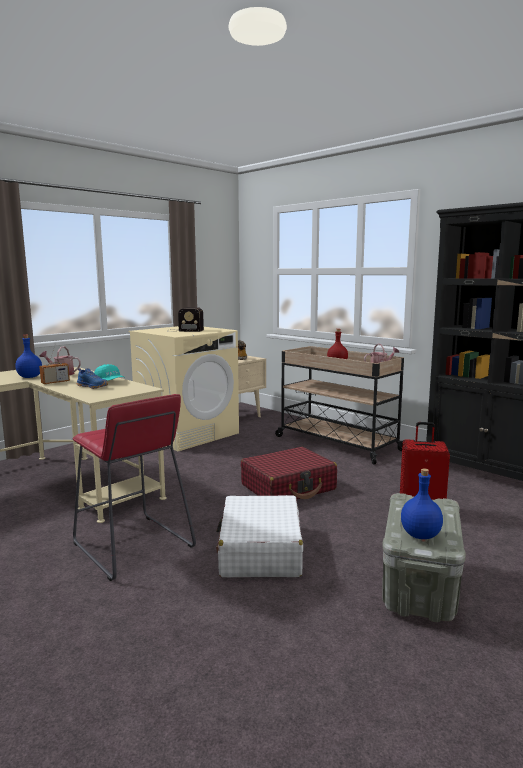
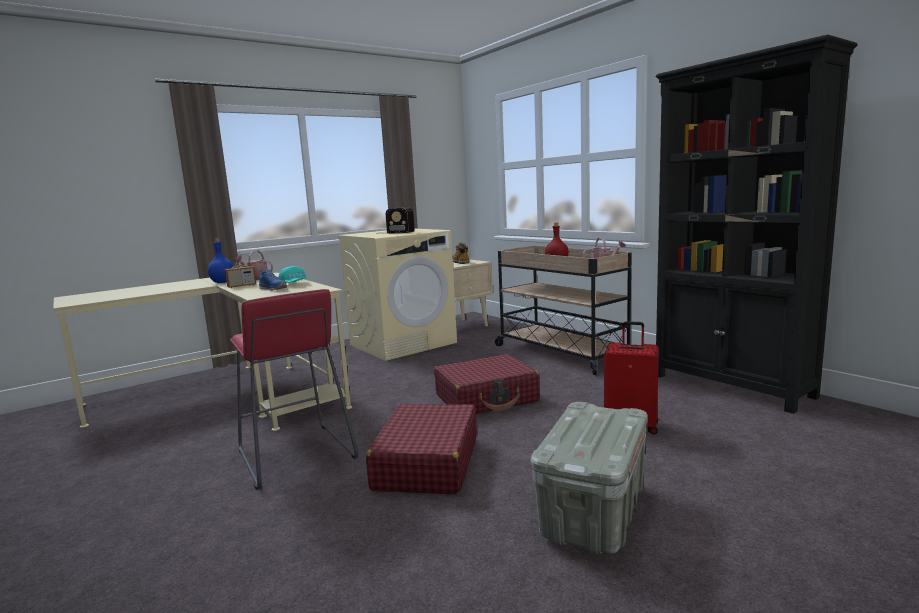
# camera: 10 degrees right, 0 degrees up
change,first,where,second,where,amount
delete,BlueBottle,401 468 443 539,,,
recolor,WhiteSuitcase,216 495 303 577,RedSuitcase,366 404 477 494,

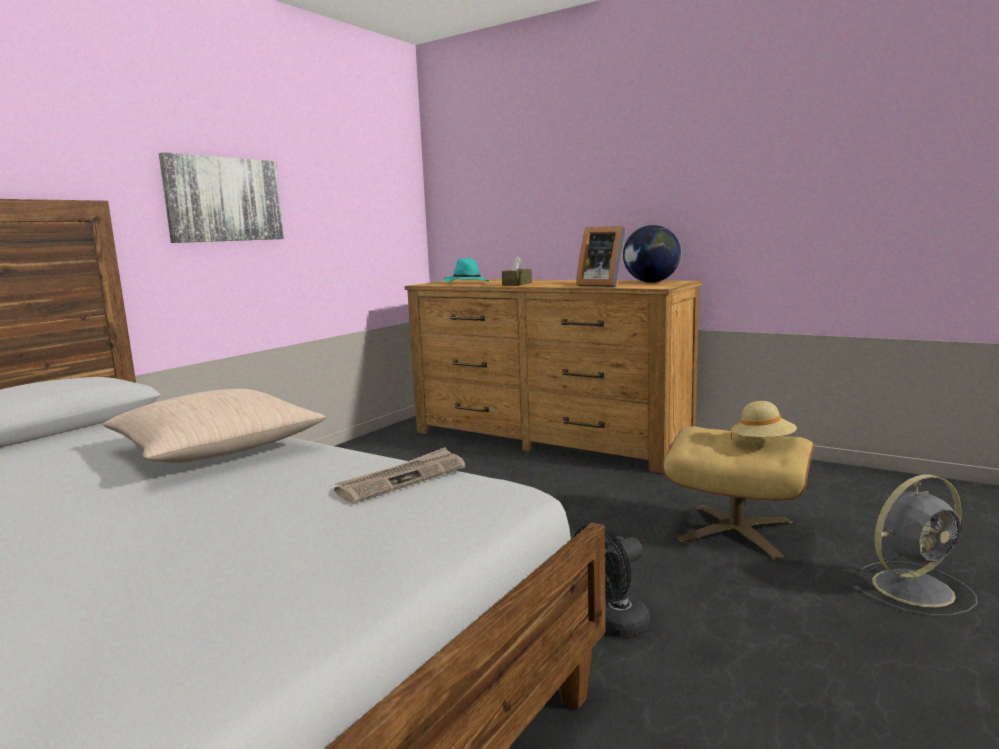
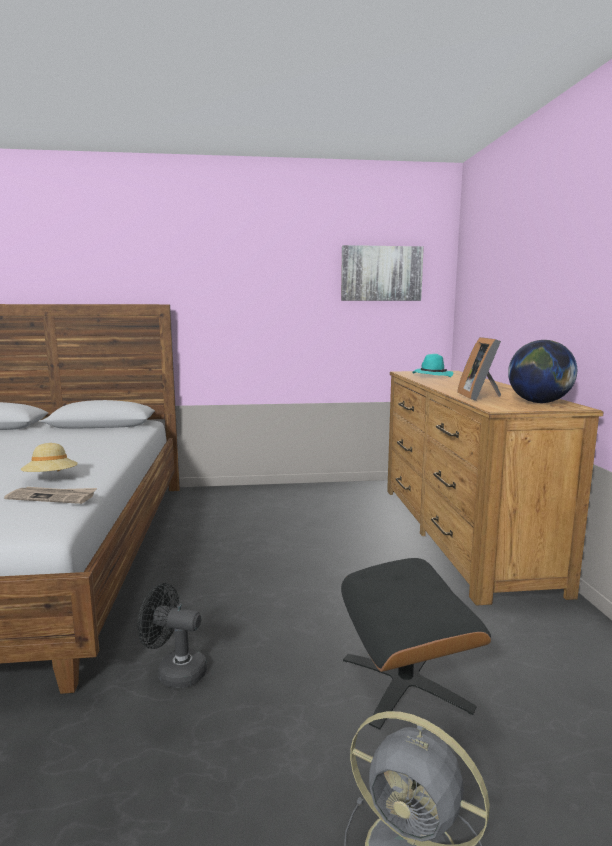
# camera: 50 degrees right, 0 degrees up
change,first,where,second,where,amount
delete,BeigePillow,103 389 326 463,,,
delete,BrownTissueBox,502 256 532 286,,,
move,Picture,159 152 284 243,,341 245 424 301,
move,BeigeHat,731 401 797 439,,21 443 78 472,
recolor,BeigeOttoman,662 426 814 560,BlackOttoman,341 558 491 730,

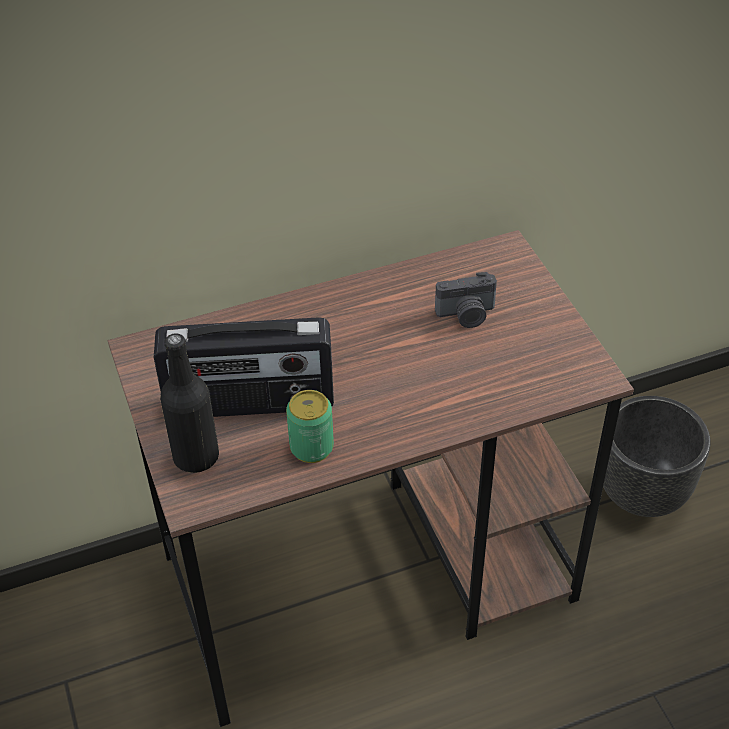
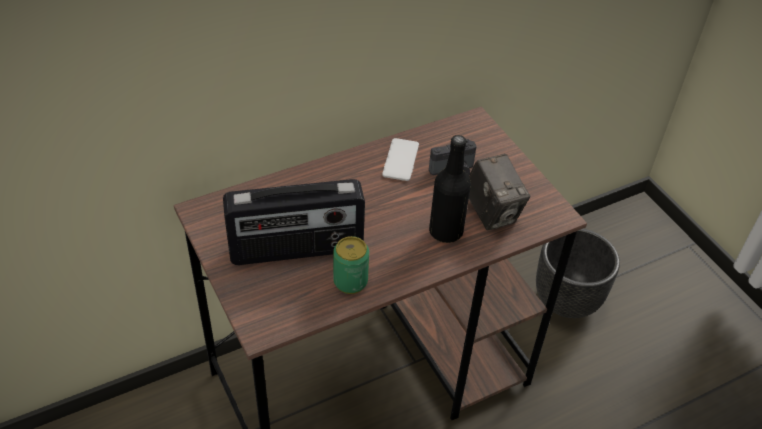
# camera: 10 degrees left, 0 degrees up
change,first,where,second,where,amount
insert,,,Phone,382 138 419 181,
insert,,,PhotoCamera,469 154 530 230,
move,BlackBottle,160 333 219 473,,429 135 471 243,

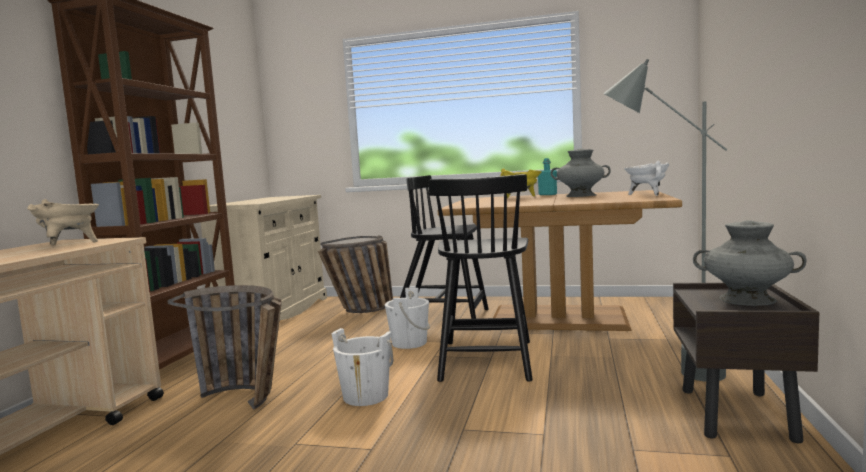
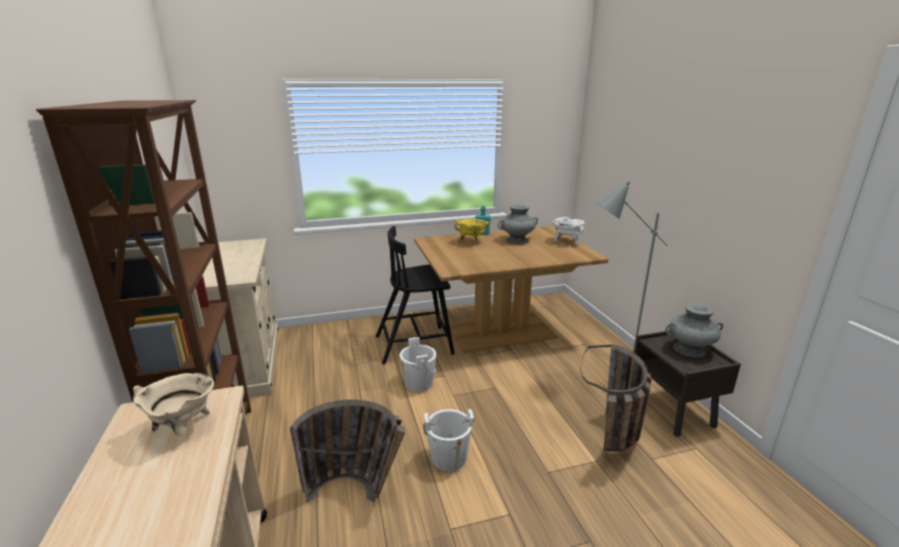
# camera: 30 degrees left, 15 degrees up
change,first,where,second,where,amount
delete,BlackChair,428 174 533 382,,,
move,Basket,318 235 393 313,,580 344 651 451,

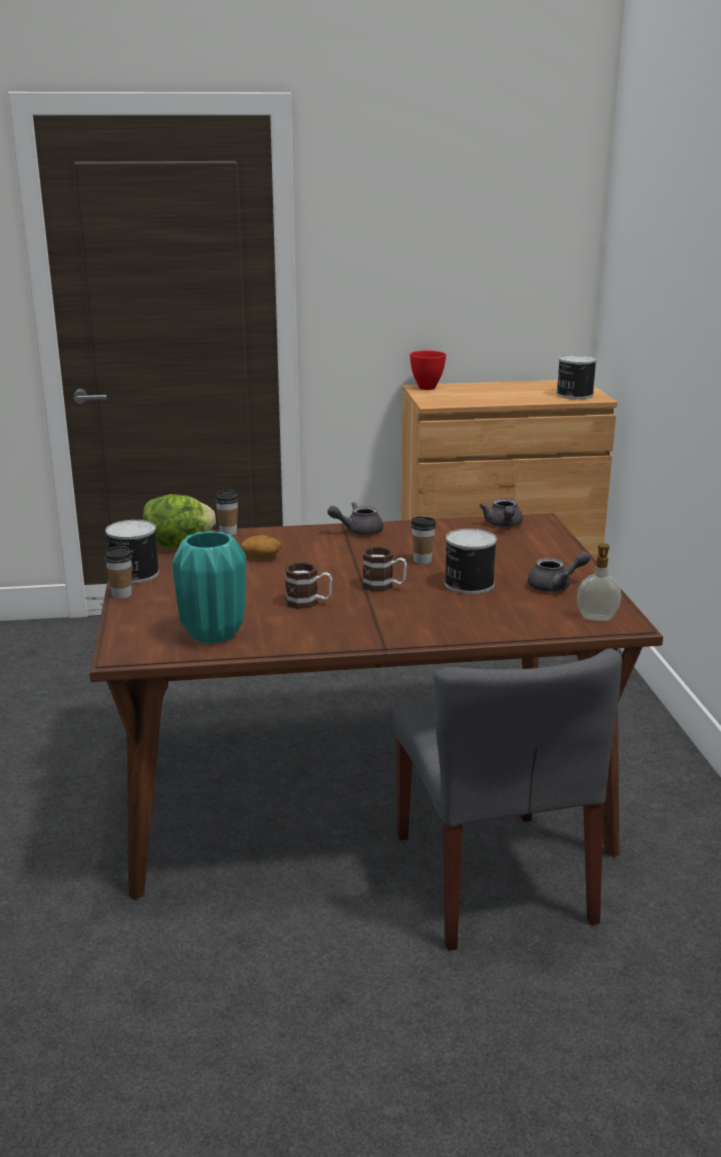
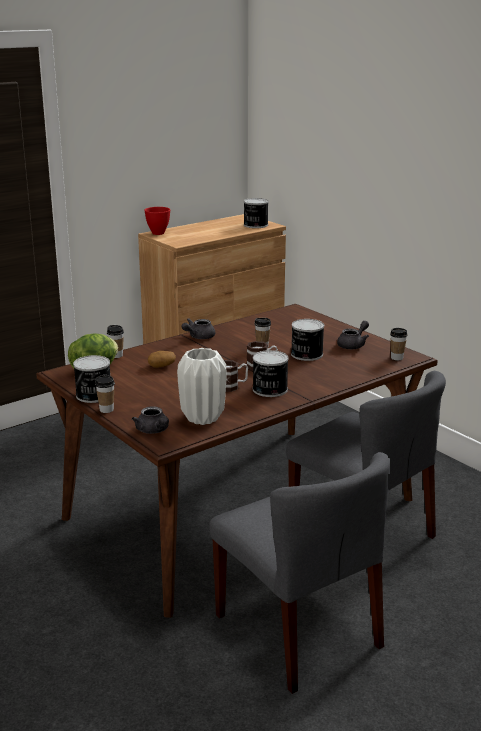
# camera: 30 degrees left, 0 degrees up
change,first,where,second,where,amount
insert,,,GreyChair,209 452 391 694,
insert,,,Can,253 350 289 397,
move,GreyTeapot,479 498 523 527,,132 407 169 434,
replace,SoapDispenser,577 543 621 621,Cup,390 328 408 360,
recolor,TurquoiseVase,172 531 246 644,WhiteVase,177 348 227 425,

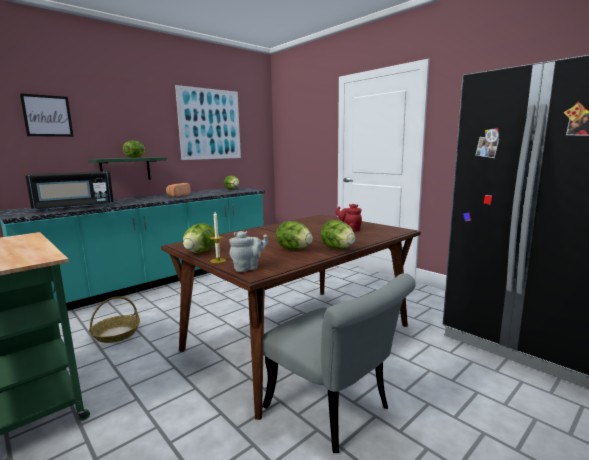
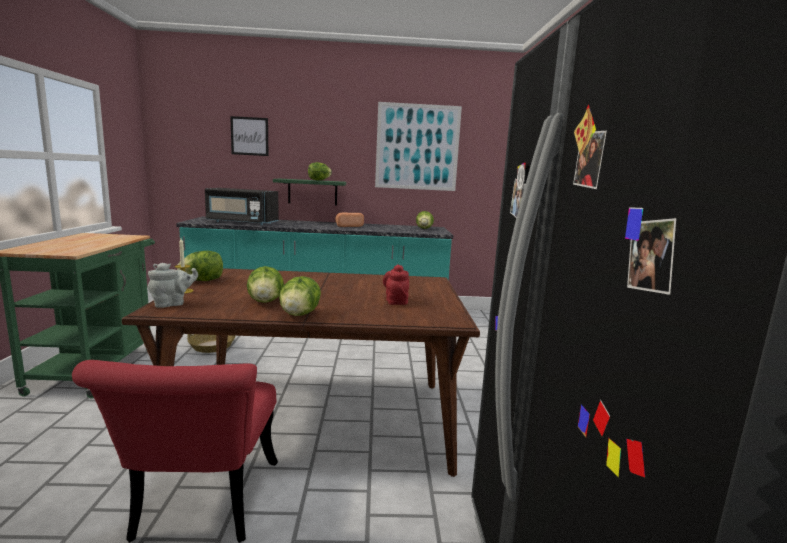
# camera: 40 degrees right, 0 degrees up
change,first,where,second,where,amount
recolor,GreyChair,262 273 416 453,RedChair,72 360 278 543,
rotate,GreyTeapot,229 231 268 272,,148 263 198 308,45 degrees counterclockwise

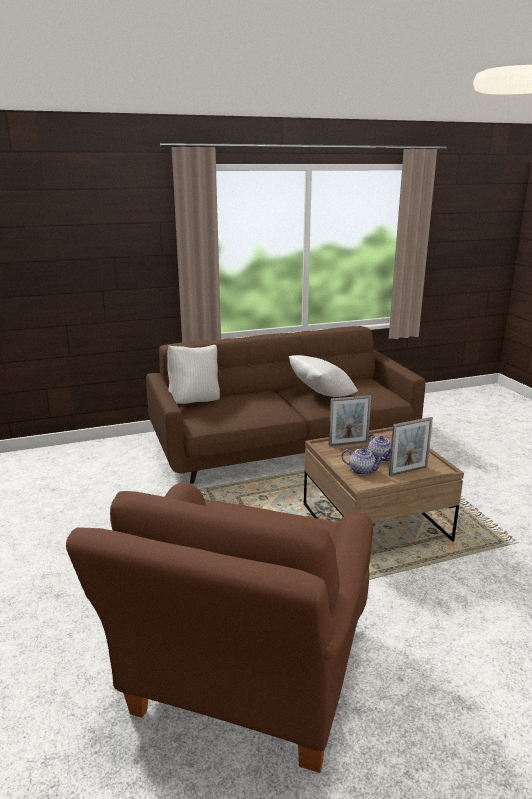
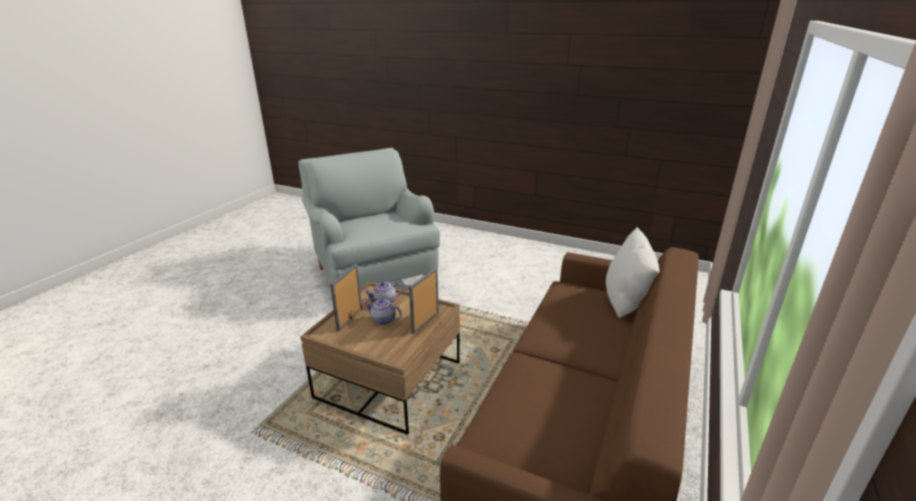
# camera: 135 degrees right, 5 degrees up
change,first,where,second,where,amount
delete,WhitePillow,289 355 358 397,,,
recolor,BrownArmchair,66 482 373 773,GreyArmchair,298 148 440 288,

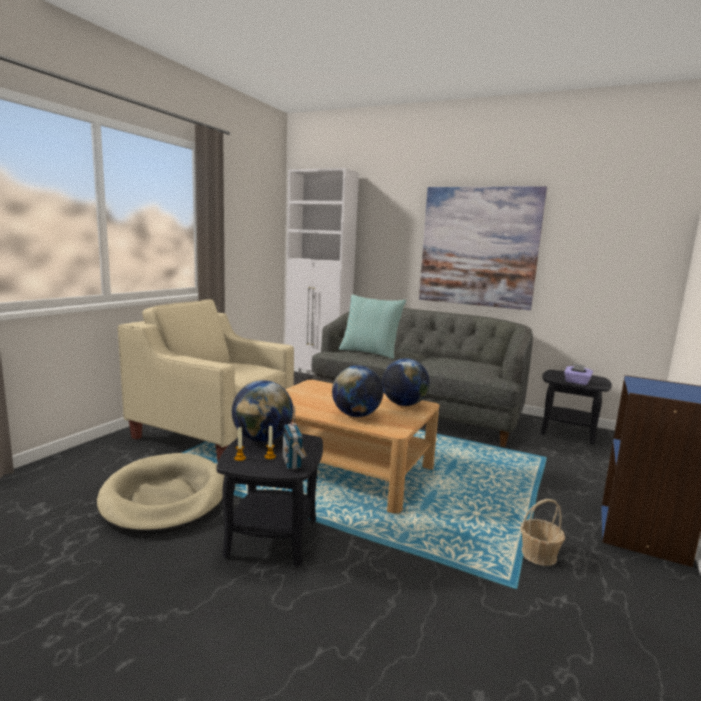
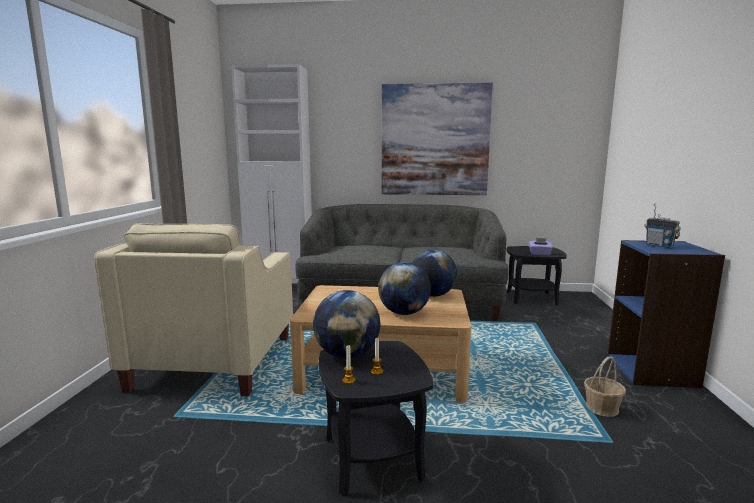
# camera: 20 degrees left, 0 degrees up
change,first,where,second,where,amount
delete,BeigeDogBed,97 453 225 534,,,
delete,Pillow,339 294 406 359,,,
move,Radio,283 406 307 470,,645 204 681 248,
rotate,BeigeArmchair,118 299 294 461,,94 223 293 396,90 degrees counterclockwise

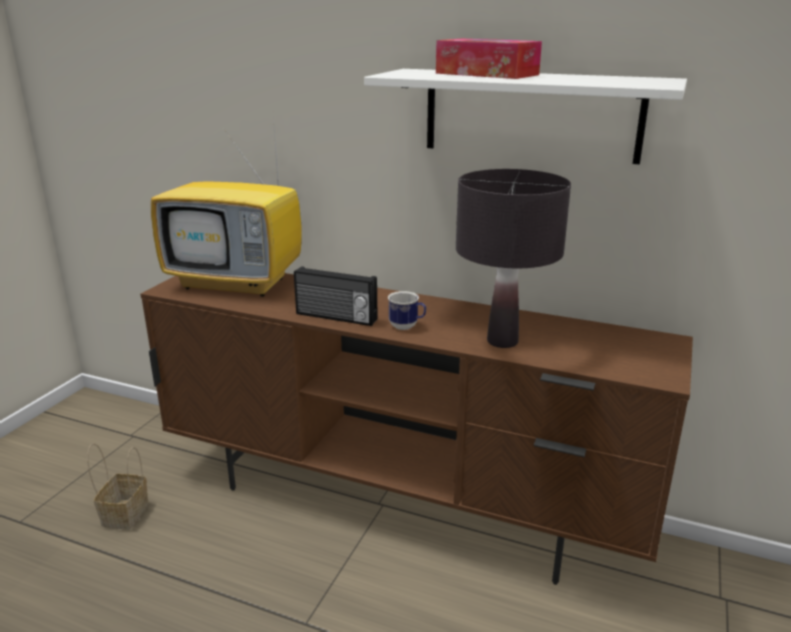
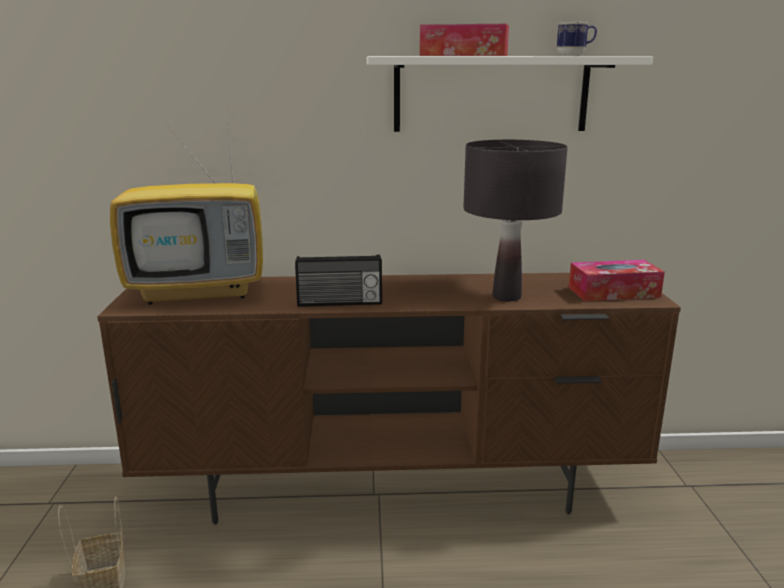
# camera: 25 degrees left, 5 degrees down
change,first,where,second,where,amount
insert,,,TissueBox,569 260 665 301,
move,Mug,388 291 426 330,,557 22 597 56,

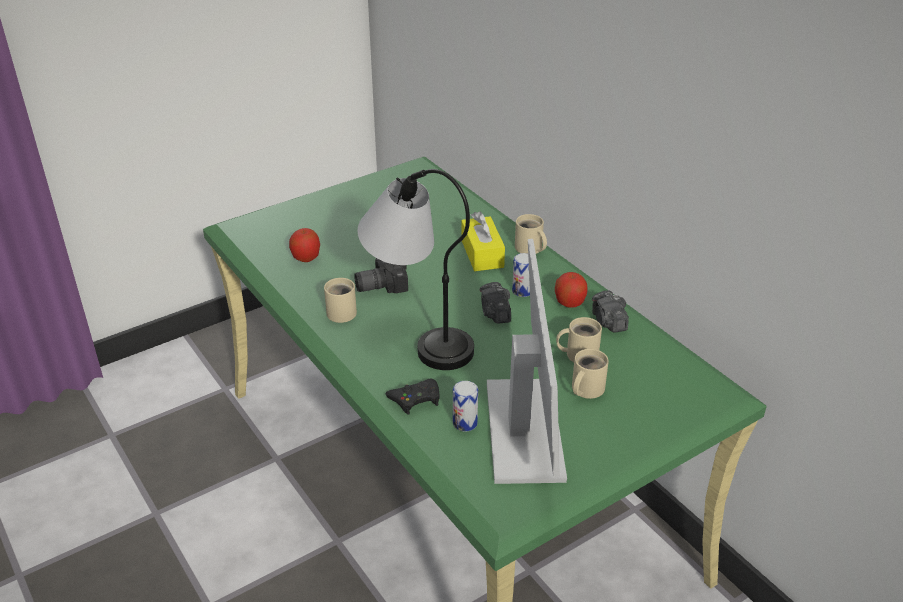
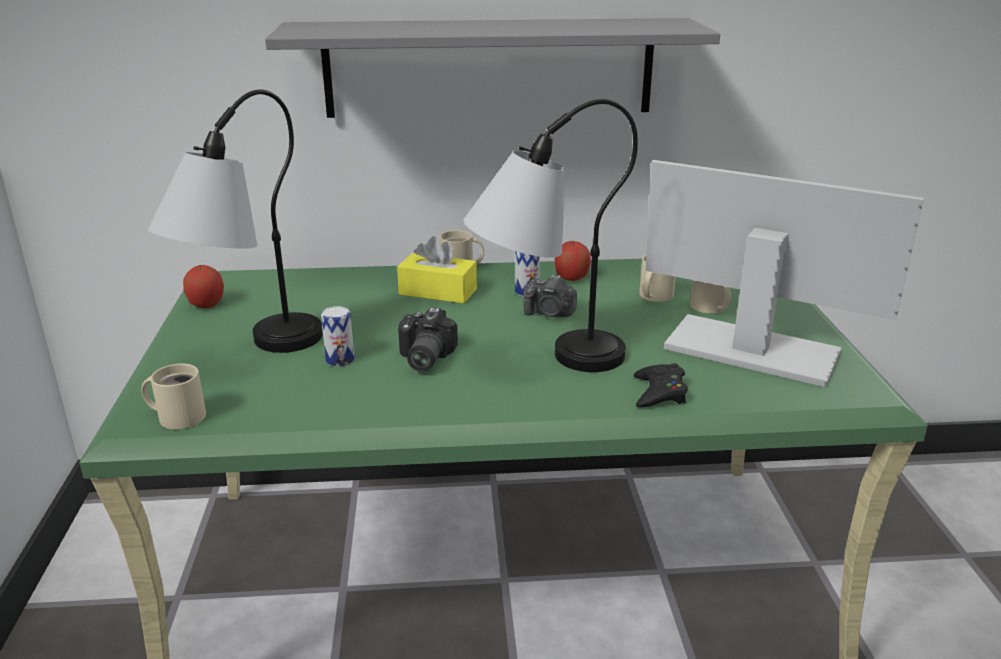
# camera: 60 degrees left, 10 degrees down
change,first,where,second,where,amount
delete,PhotoCamera,592 290 629 333,,,
insert,,,TableLamp,148 90 323 353,
insert,,,GreyShelf,265 18 720 118,
move,Apple,289 228 320 262,,183 265 224 308,
move,BeigeMug,324 278 357 323,,141 364 206 430,
move,Can,453 381 478 432,,321 306 354 367,

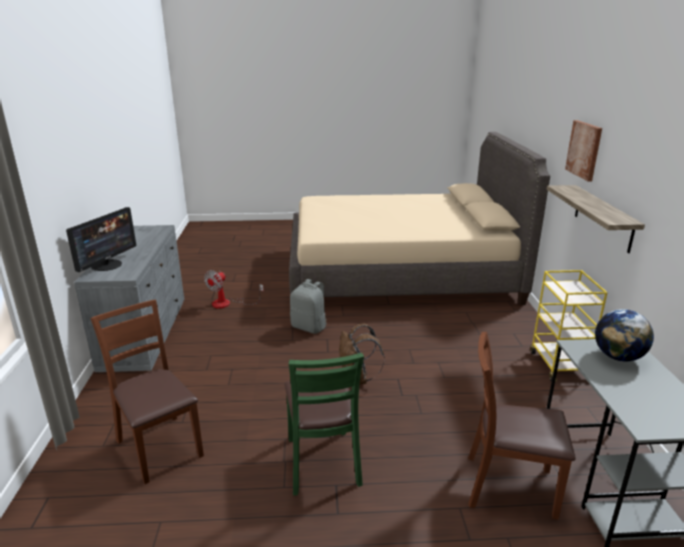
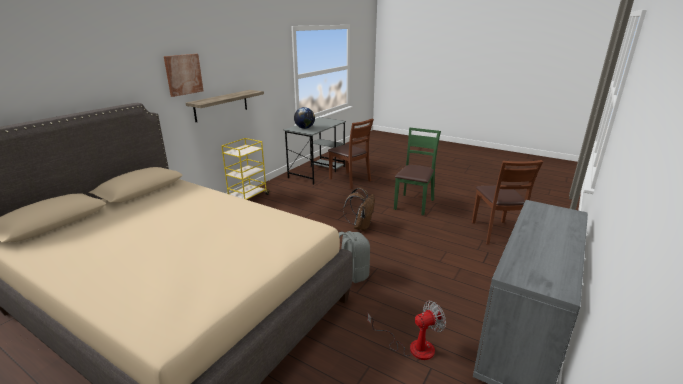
# camera: 145 degrees left, 0 degrees up
change,first,where,second,where,amount
delete,Monitor,66 207 136 272,,,

